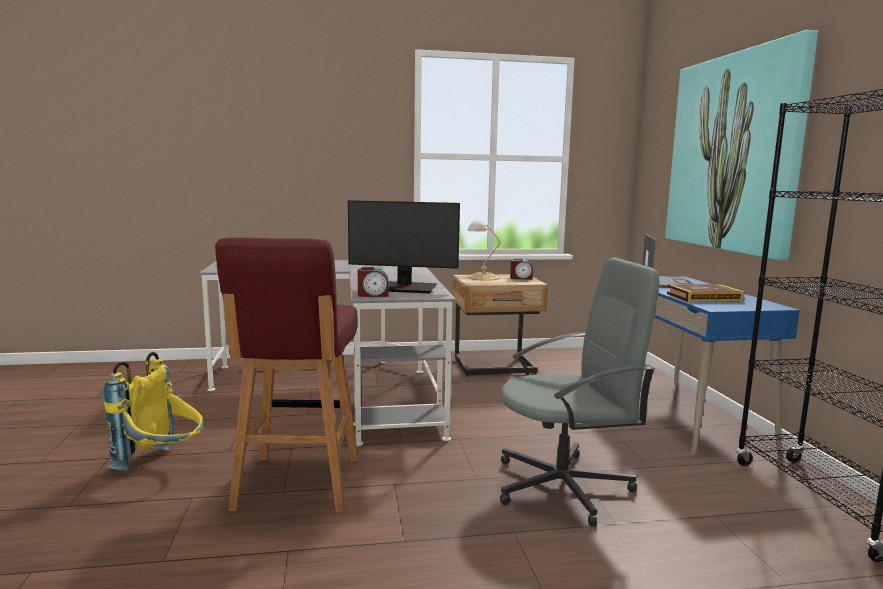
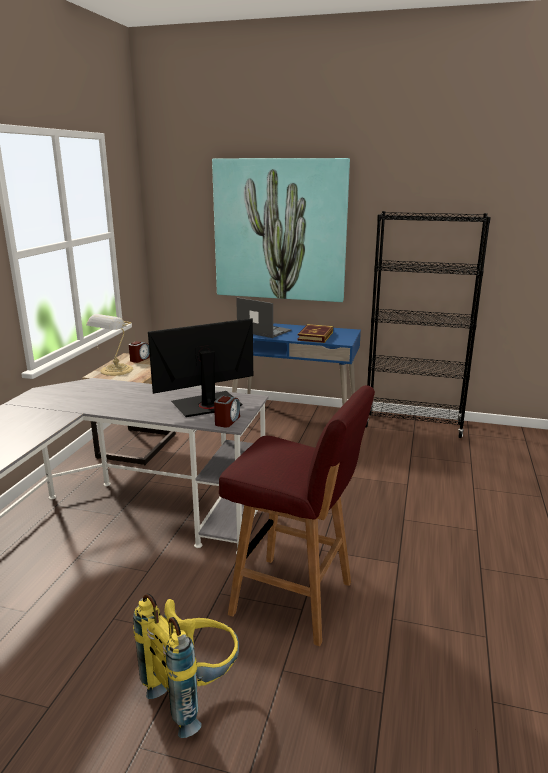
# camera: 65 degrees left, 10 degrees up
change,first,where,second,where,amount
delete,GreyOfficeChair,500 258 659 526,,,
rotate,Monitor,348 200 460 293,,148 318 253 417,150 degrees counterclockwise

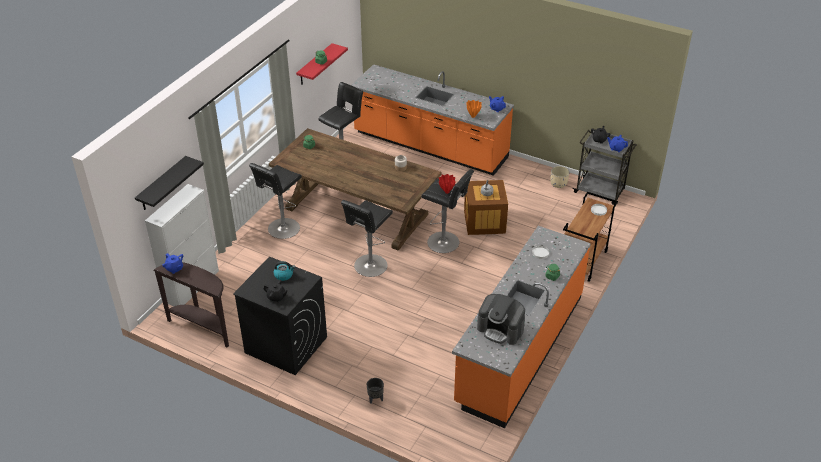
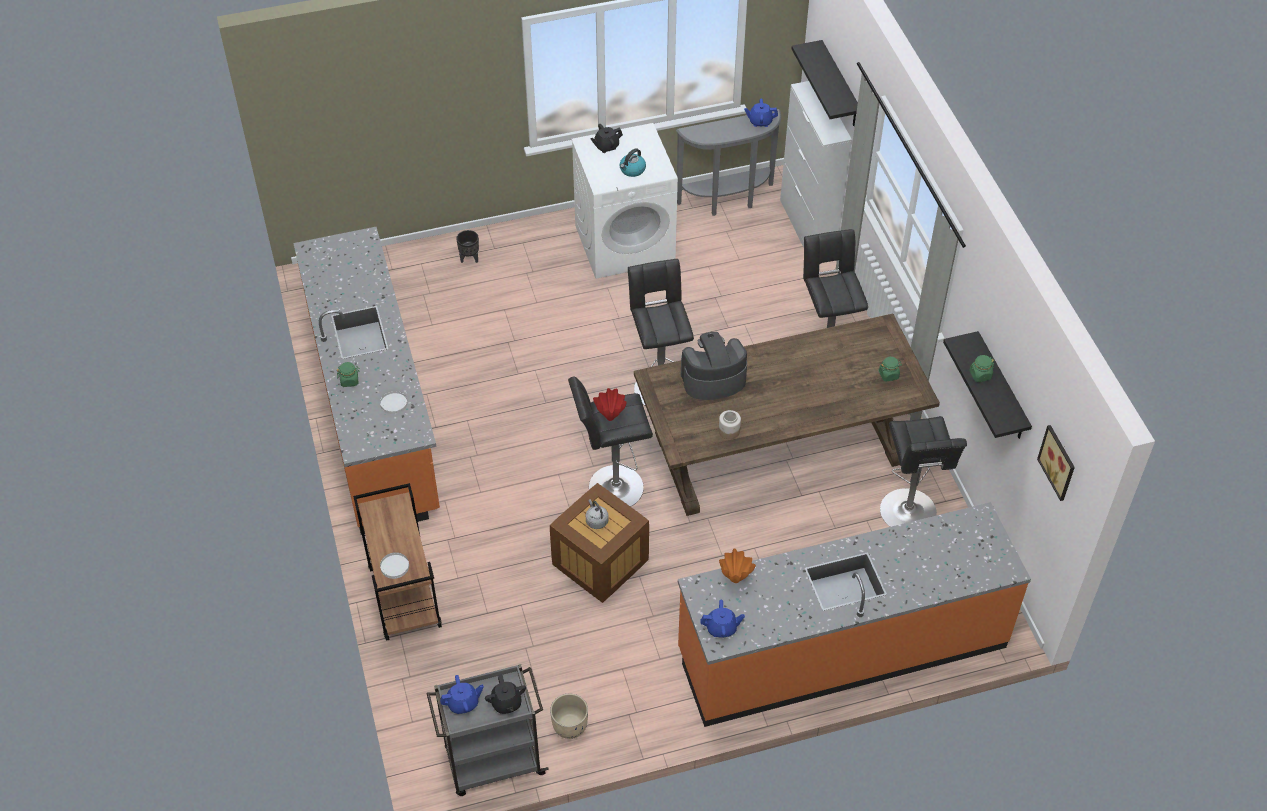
# camera: 135 degrees right, 10 degrees up
change,first,where,second,where,amount
insert,,,Picture,1037 425 1075 501,
move,CoffeeMachine,477 294 525 345,,681 332 747 400,
recolor,BrownConsoleTable,154 262 229 348,GreyConsoleTable,676 109 781 216,
recolor,BlackWashingMachine,233 257 327 375,WhiteWashingMachine,571 123 678 279,
recolor,RedShelf,296 43 348 85,BlackShelf,943 331 1032 439,

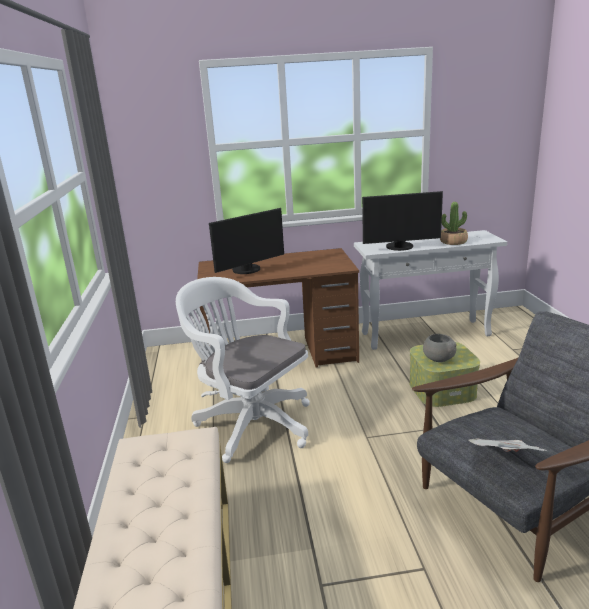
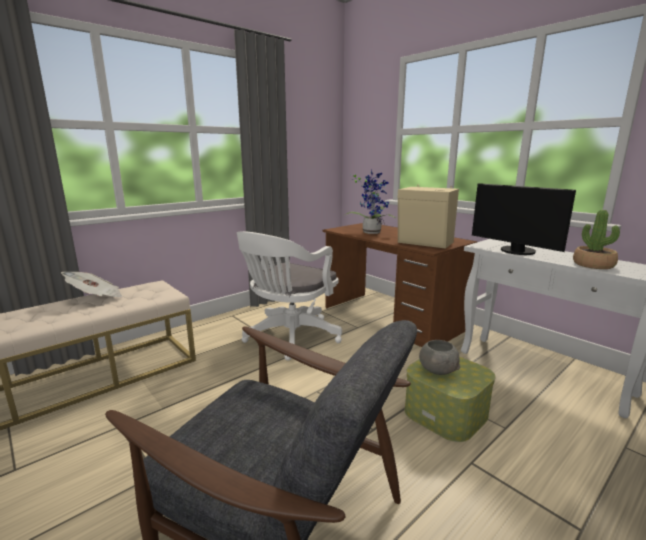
# camera: 55 degrees right, 5 degrees down
change,first,where,second,where,amount
insert,,,BeigeSpeaker,397 185 459 249,
move,Newspaper,469 438 547 452,,61 272 123 298,
replace,Monitor,209 208 284 274,PottedPlant,343 170 396 234,
rotate,WhiteOfficeChair,176 277 310 463,,237 231 342 361,150 degrees counterclockwise

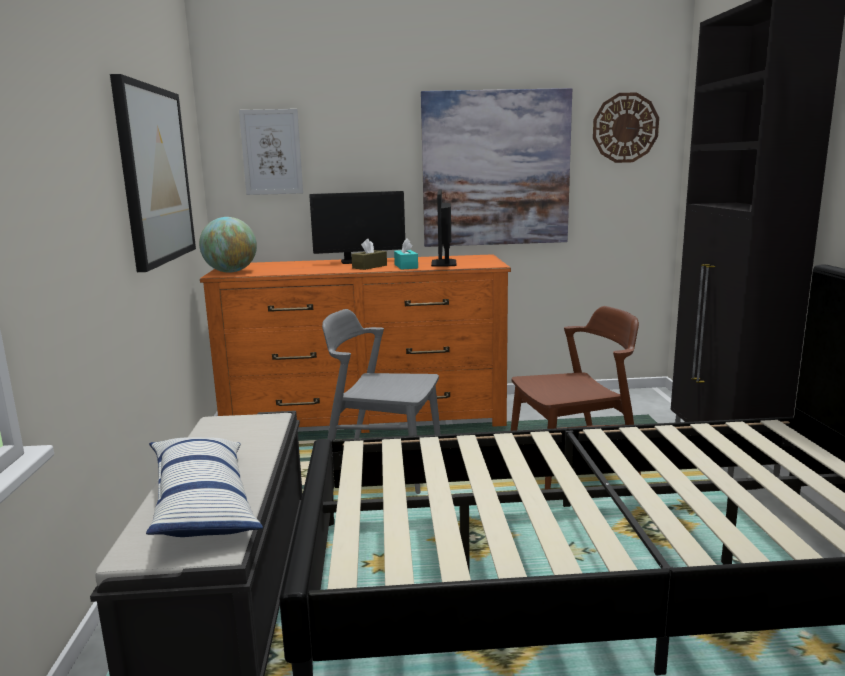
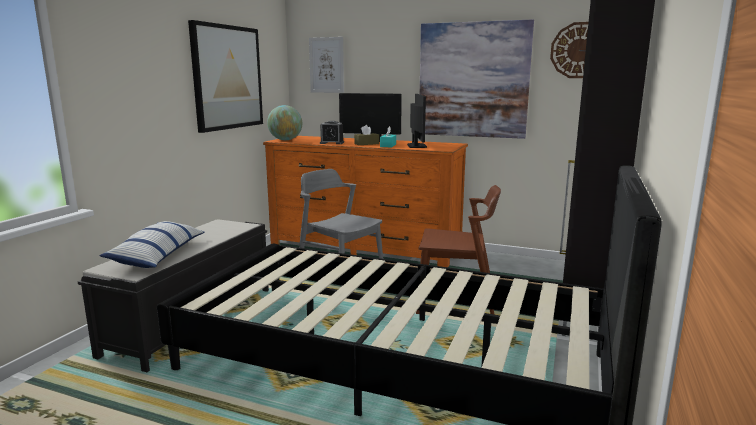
# camera: 25 degrees right, 0 degrees up
change,first,where,second,where,amount
insert,,,AlarmClock,320 121 344 144,
rotate,Monitor,431 190 456 267,,407 94 427 148,150 degrees clockwise

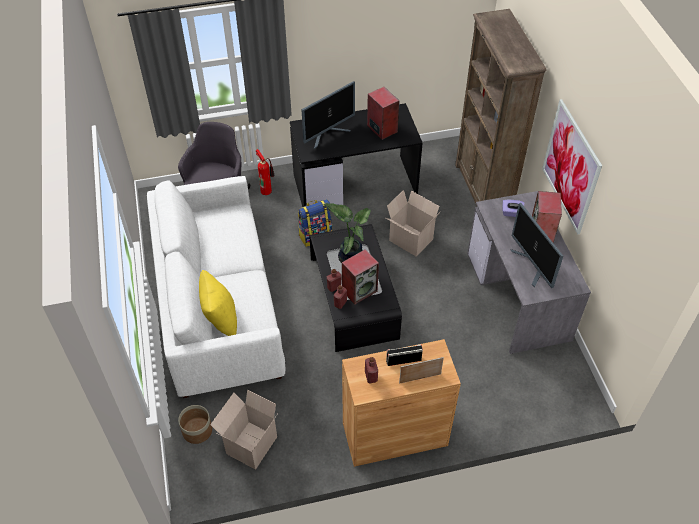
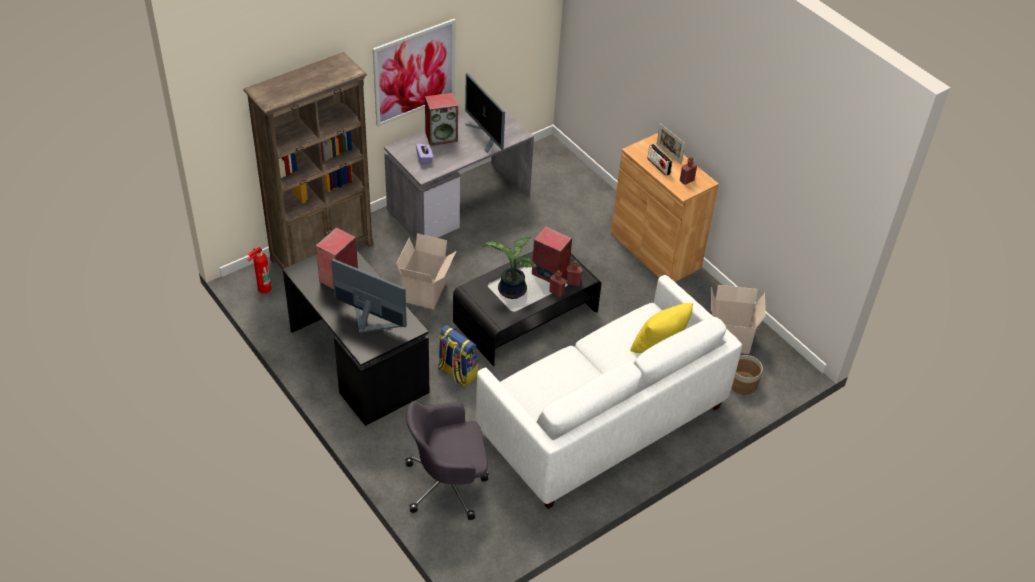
# camera: 115 degrees left, 5 degrees down
change,first,where,second,where,amount
move,FireExtinguisher,256 149 275 195,,247 247 271 294,
rotate,Monitor,511 203 563 288,,465 73 505 153,105 degrees clockwise

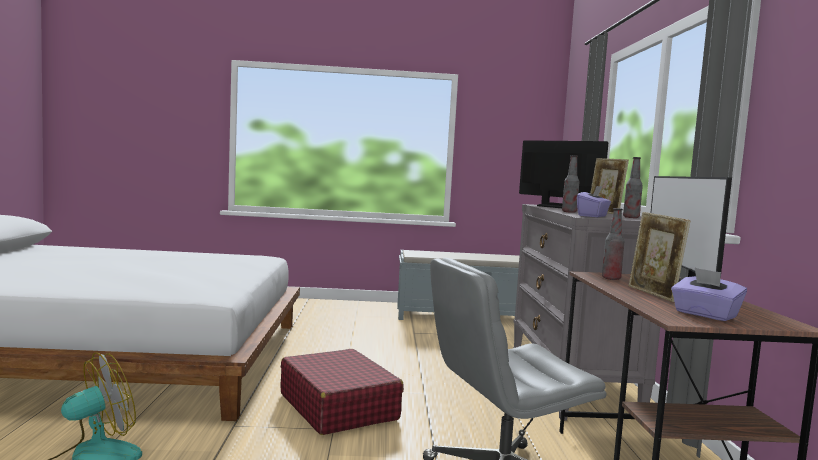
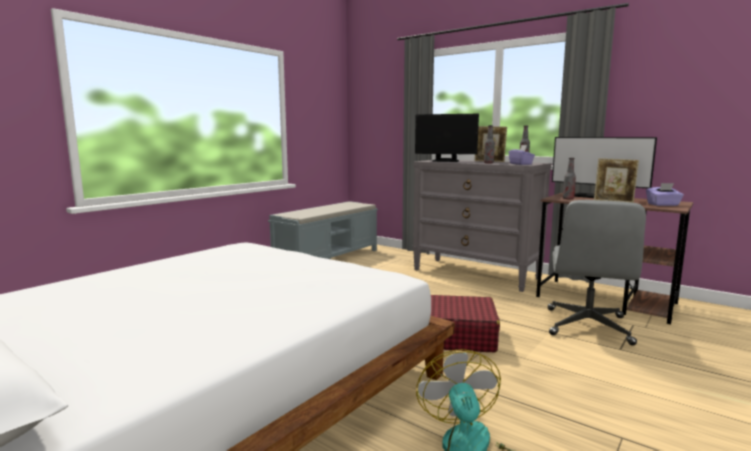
# camera: 50 degrees left, 5 degrees up
change,first,where,second,where,amount
rotate,Monitor,519 140 608 208,,415 114 479 162,150 degrees counterclockwise

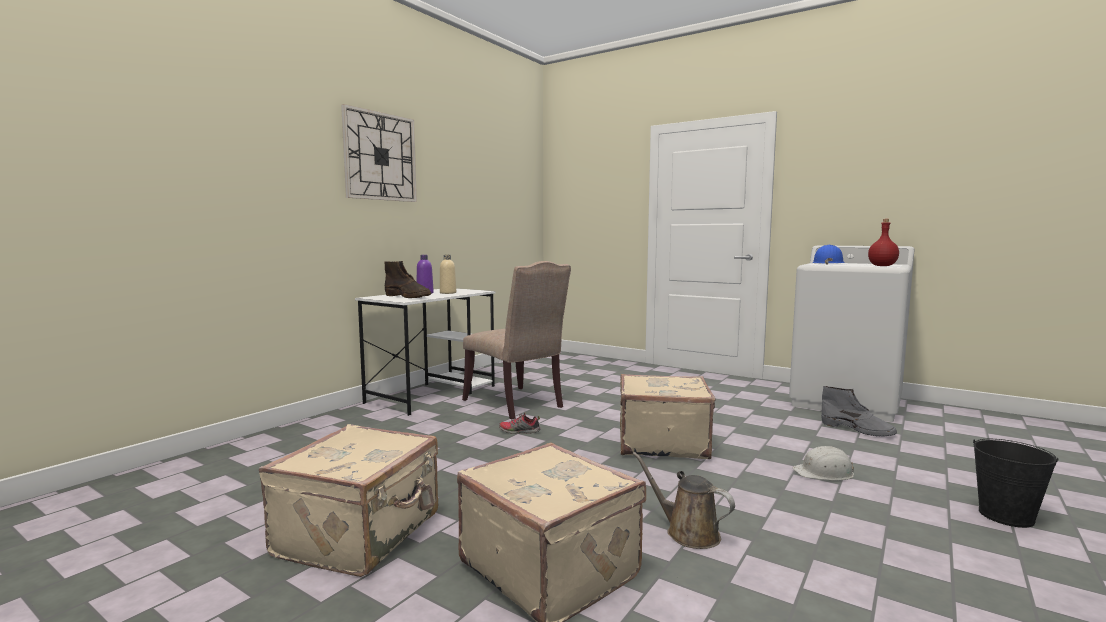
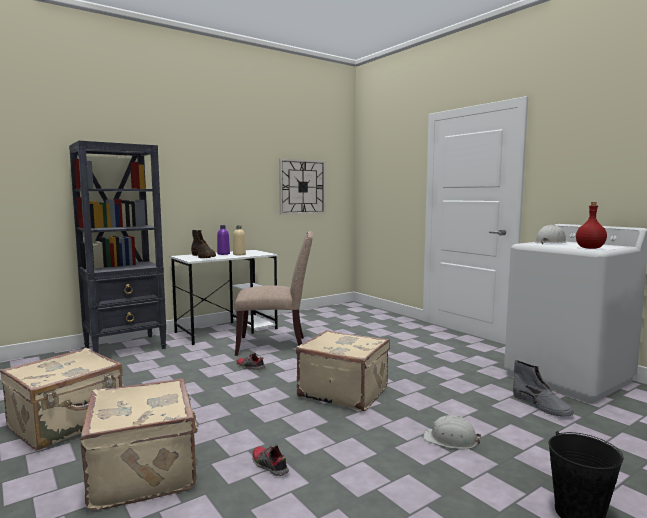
# camera: 20 degrees right, 0 degrees up
change,first,where,second,where,amount
insert,,,BlackBookcase,69 140 166 353,
move,WallClock,341 104 417 202,,279 159 325 215,
replace,BrownWateringCan,633 452 735 549,Shoe,252 445 289 476,
recolor,BlueHardHat,812 245 845 265,WhiteHardHat,535 225 568 244,
rotate,BeigeChair,462 261 571 419,,235 231 313 356,75 degrees counterclockwise

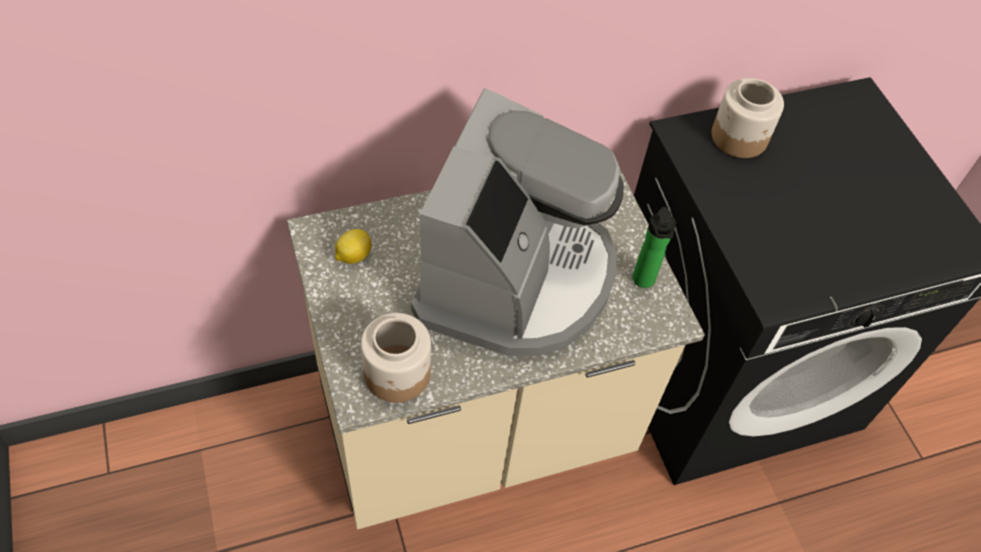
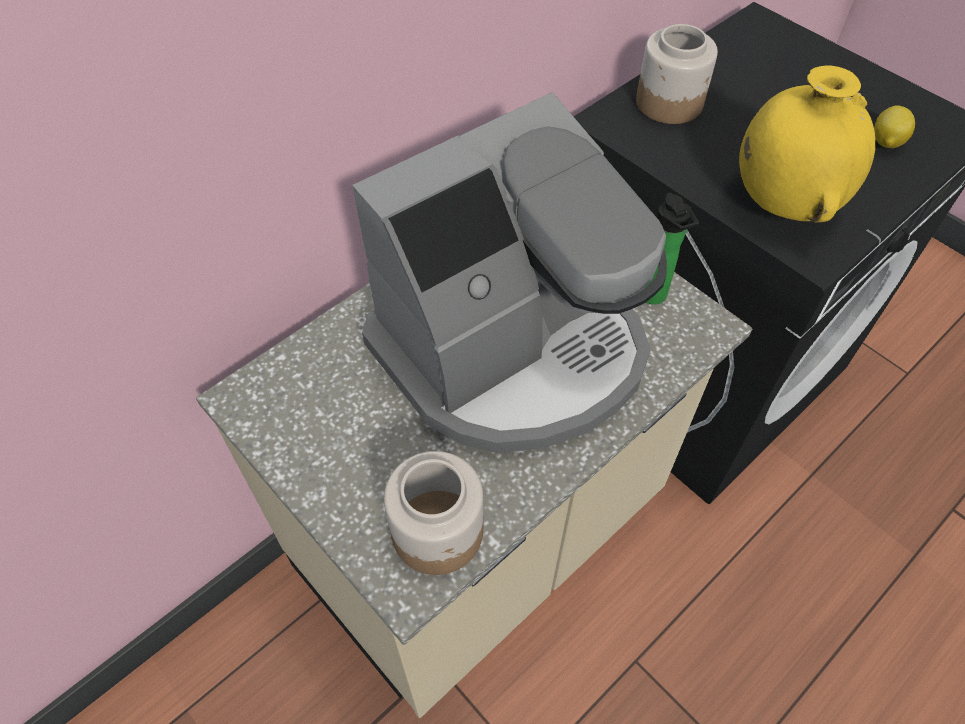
# camera: 20 degrees left, 0 degrees up
change,first,where,second,where,amount
insert,,,YellowVase,739 65 876 222,
move,Lemon,335 229 371 264,,874 105 915 148,
rotate,CoffeeMachine,411 88 624 356,,352 92 667 453,60 degrees clockwise

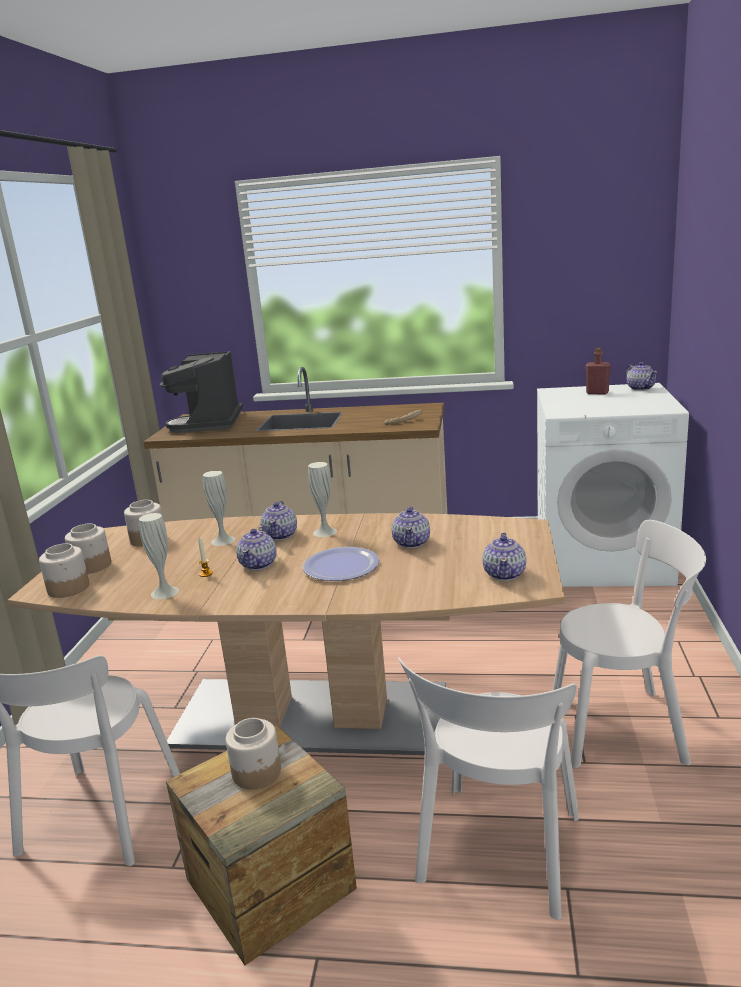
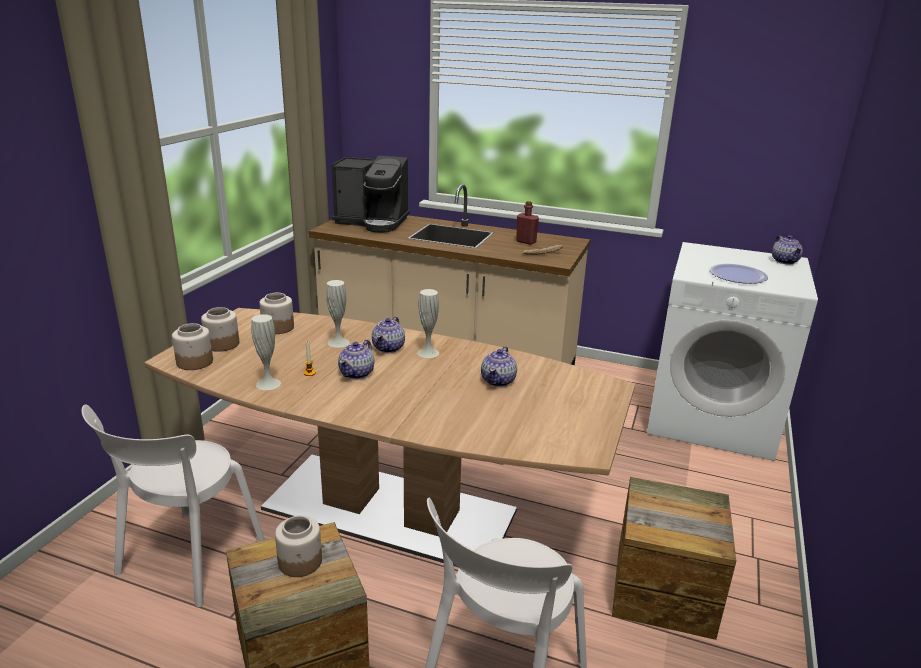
# camera: 10 degrees right, 5 degrees up
change,first,where,second,where,amount
delete,Teapot,482 533 526 581,,,
move,Plate,303 547 379 581,,709 264 768 284,
move,RedBottle,586 348 611 394,,516 201 539 245,
replace,WhiteChair,552 520 706 768,Crate,612 477 736 640,
rotate,CoffeeMachine,160 351 243 433,,331 156 410 233,90 degrees counterclockwise

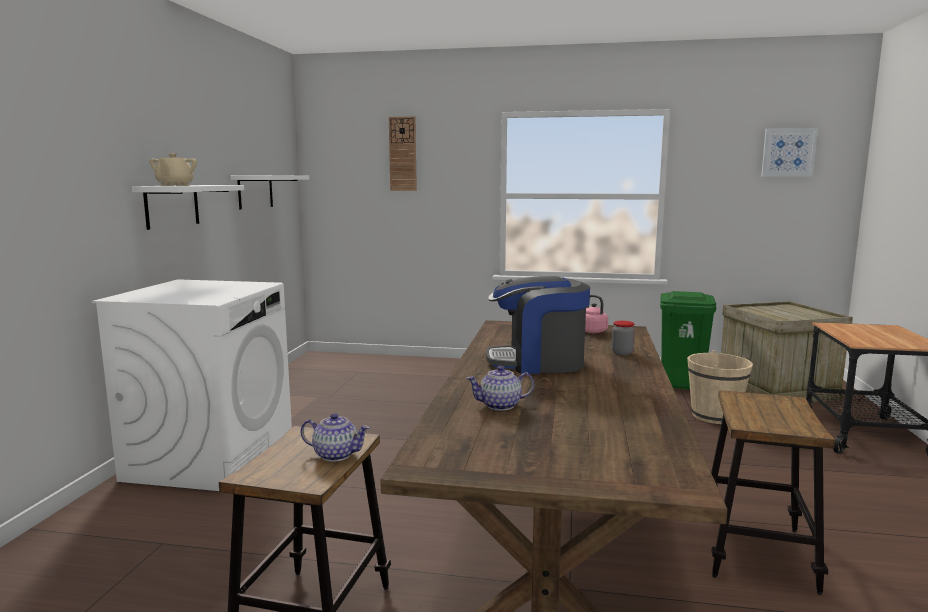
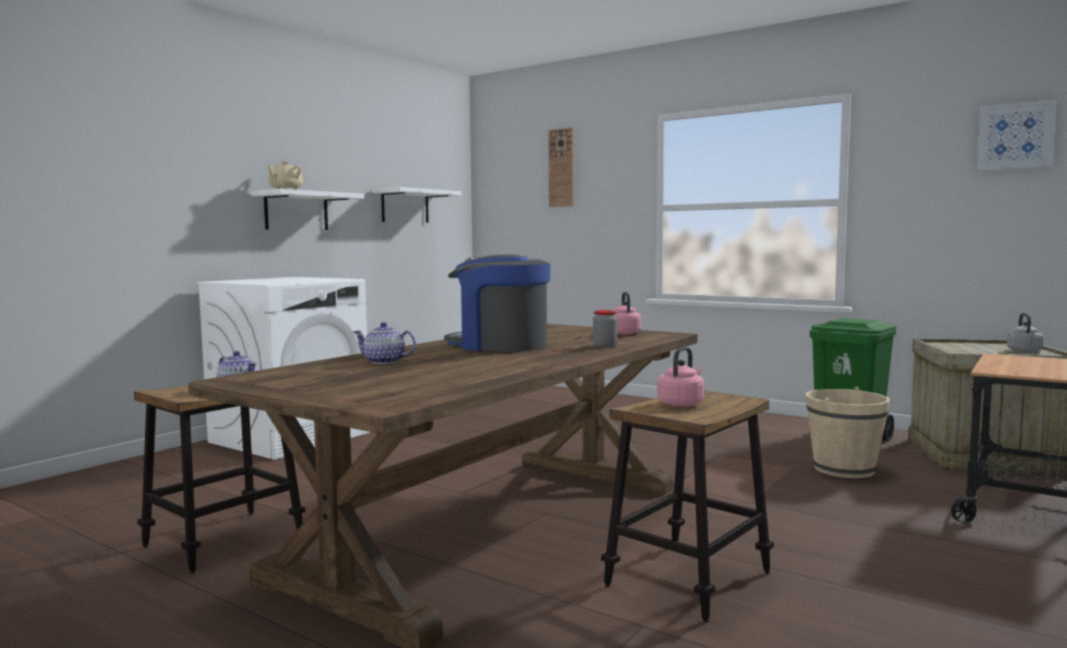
# camera: 25 degrees right, 5 degrees down
change,first,where,second,where,amount
insert,,,PinkKettle,657 347 704 407,
insert,,,GreyKettle,1007 313 1044 353,

